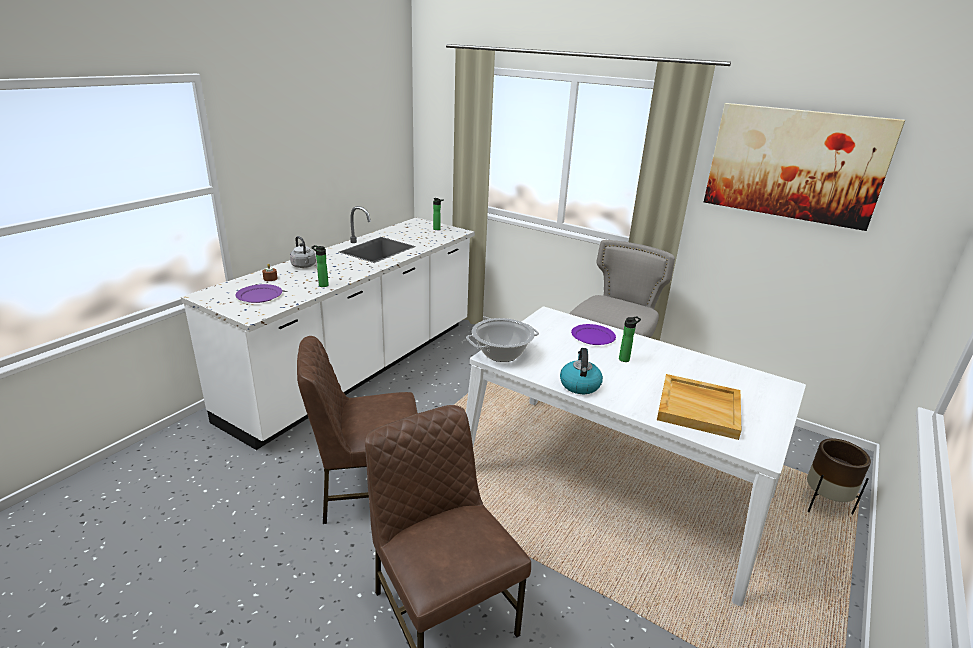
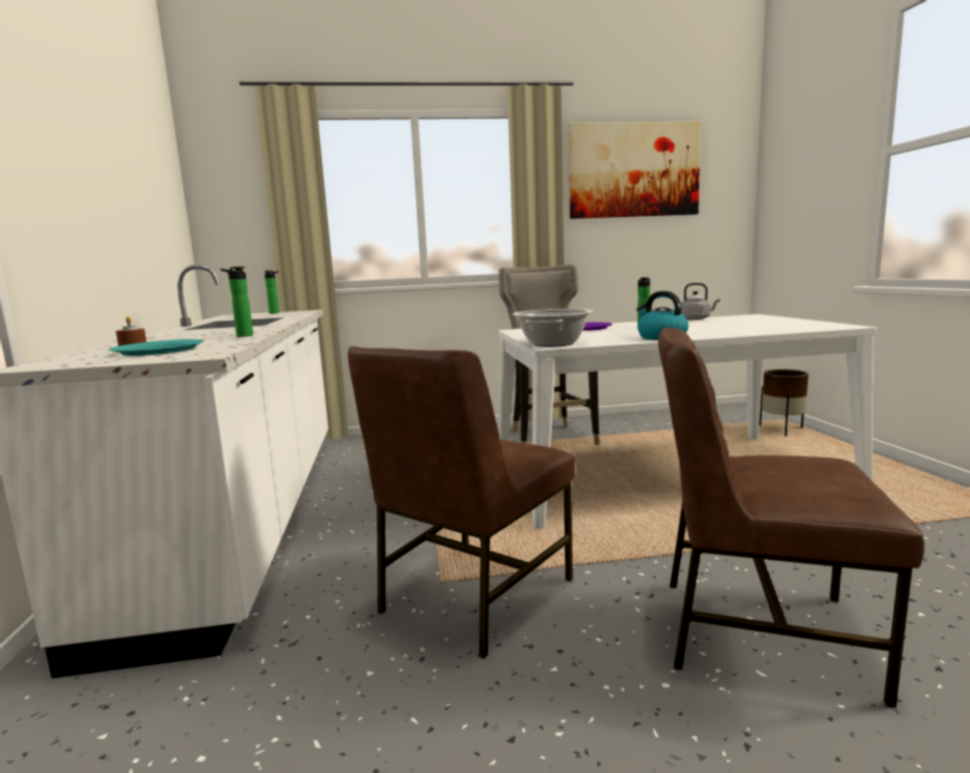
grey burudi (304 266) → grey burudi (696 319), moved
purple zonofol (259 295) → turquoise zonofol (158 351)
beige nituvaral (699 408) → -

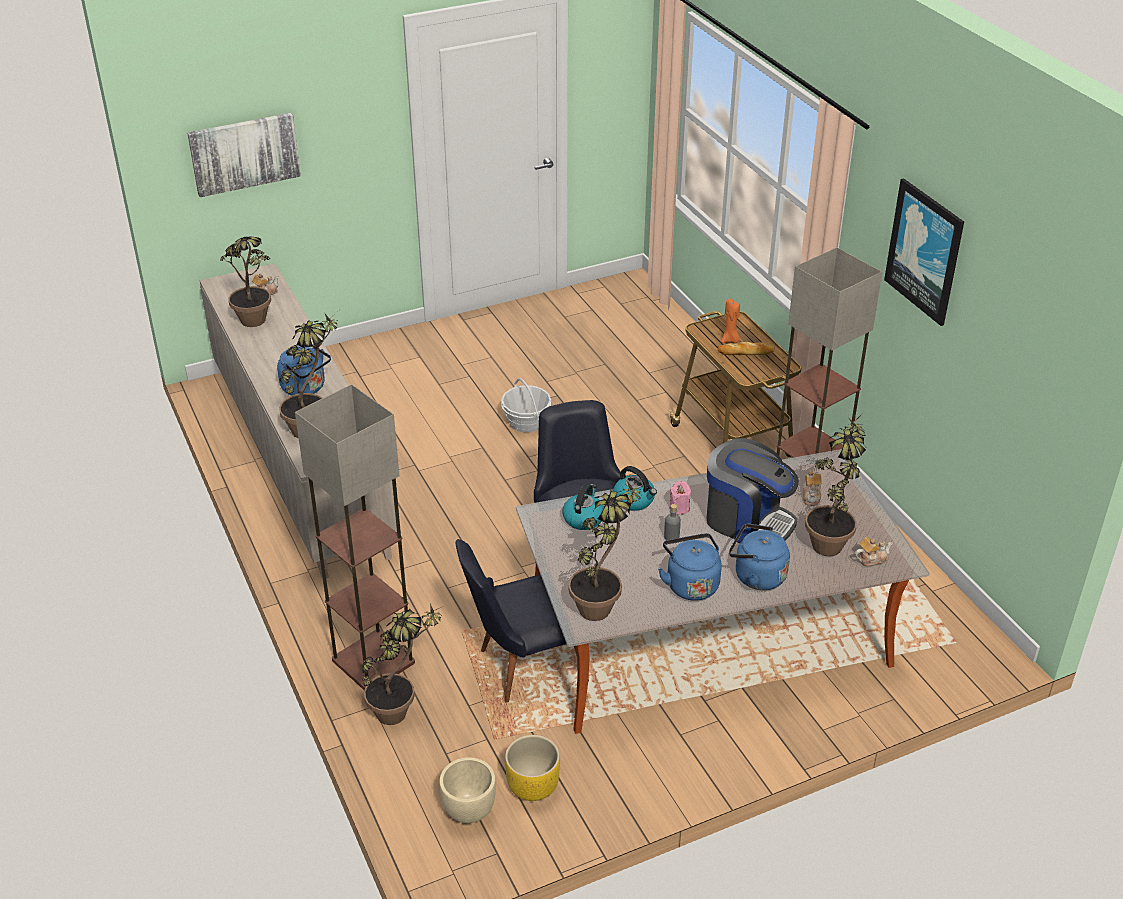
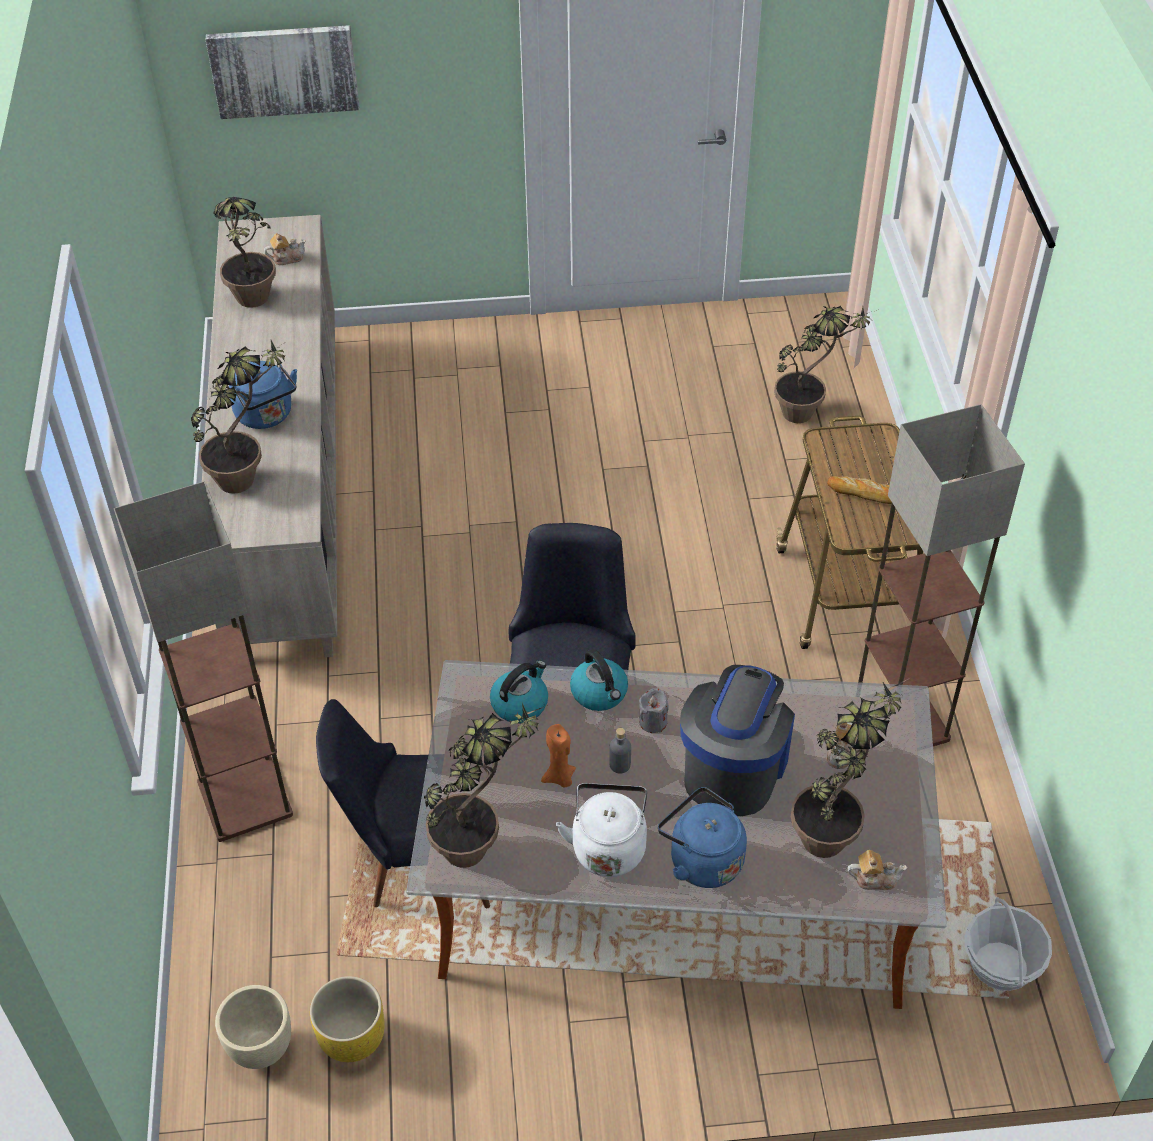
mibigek (925 251) → -
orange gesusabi (730 340) → orange gesusabi (560 778), moved
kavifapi (526 422) → kavifapi (1000 966), moved
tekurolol (747 520) → tekurolol (734 767), 120 degrees counterclockwise
pink gesusabi (679 508) → grey gesusabi (653 722)
blue burudi (690 584) → white burudi (608 846)
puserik (402 709) → puserik (808 411), moved

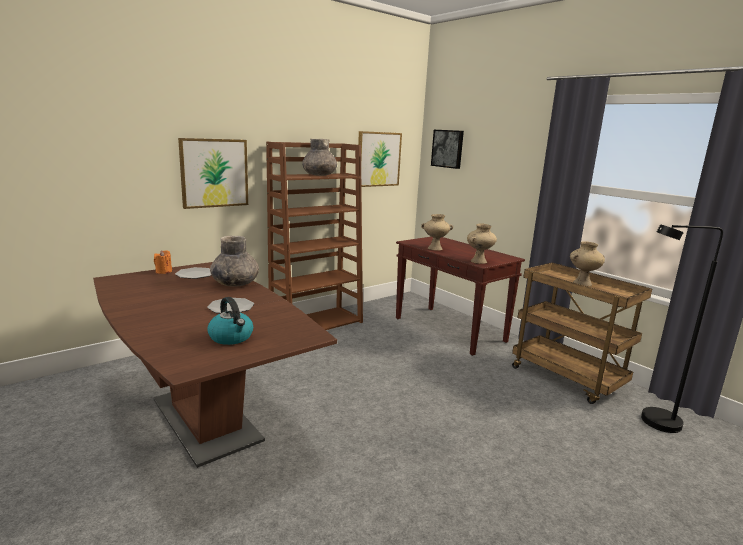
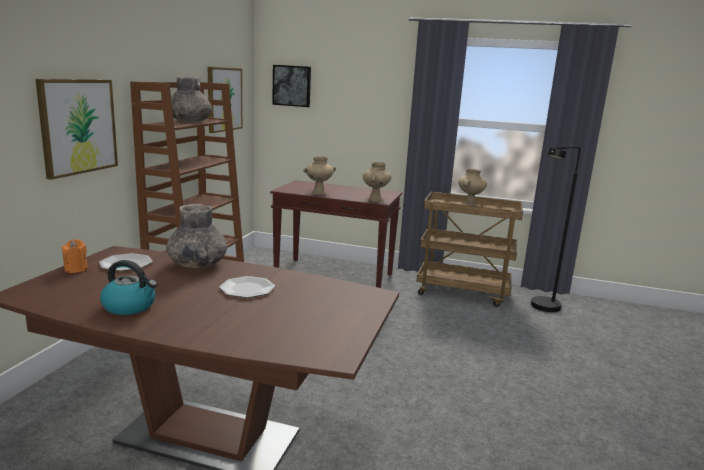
burudi (231 337) → burudi (130 306), moved

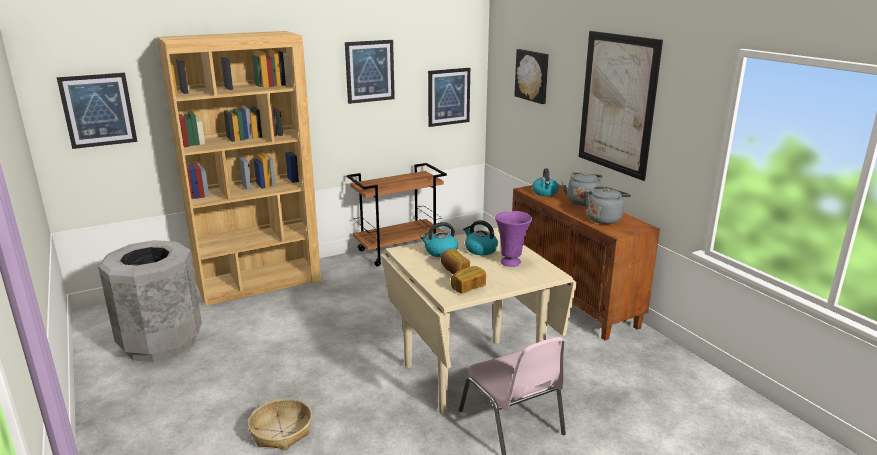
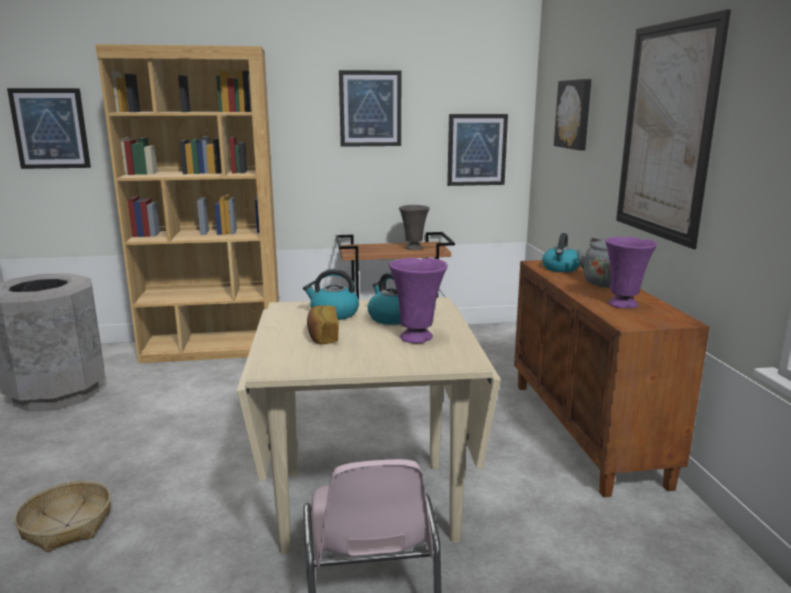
grey burudi (605 219) → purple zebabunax (624 305)
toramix (468 287) → -
- → grey zebabunax (413 248)

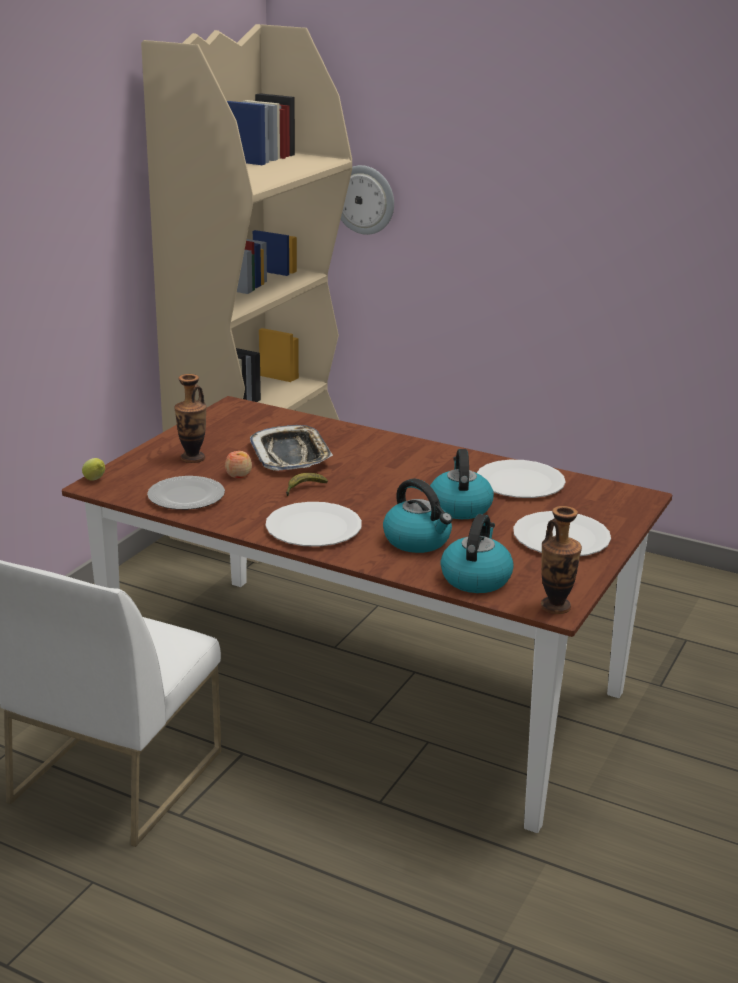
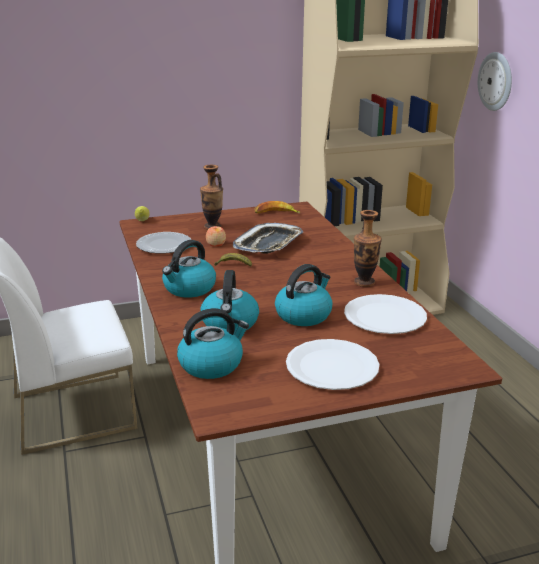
white zonofol (314 527) → burudi (189 289)
zebabunax (555 607) → zebabunax (364 282), moved
- → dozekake (276 213)

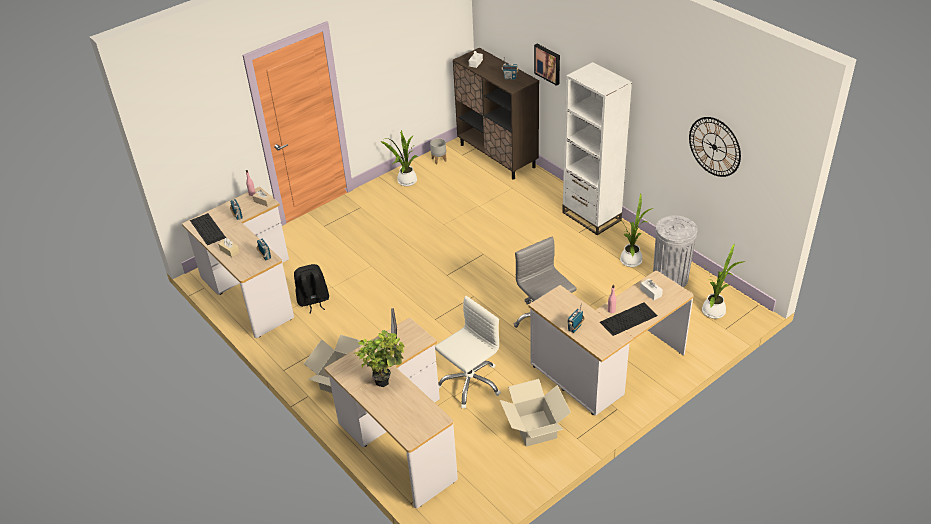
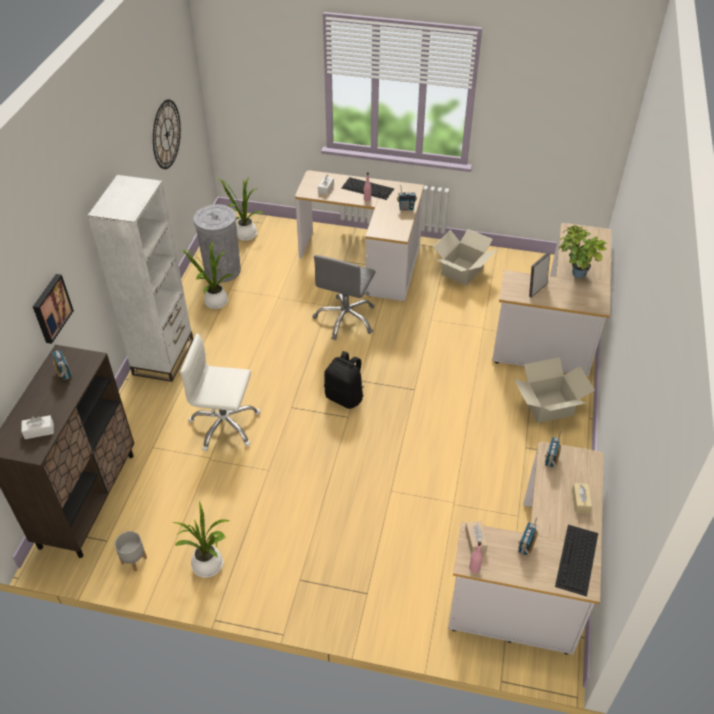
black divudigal (313 301) → black divudigal (345 397), moved
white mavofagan (469 383) → white mavofagan (224 425), moved

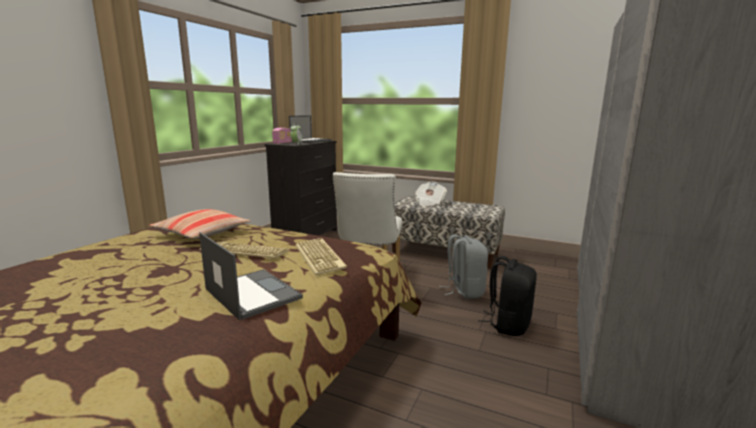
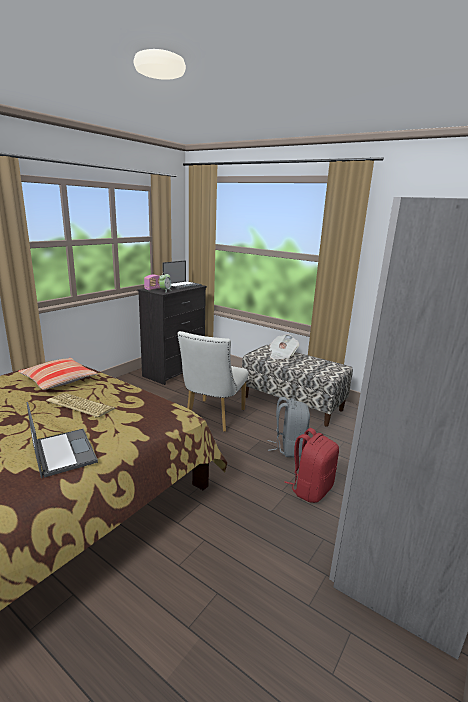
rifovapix (320 257) → -
black divudigal (508 324) → red divudigal (311 489)

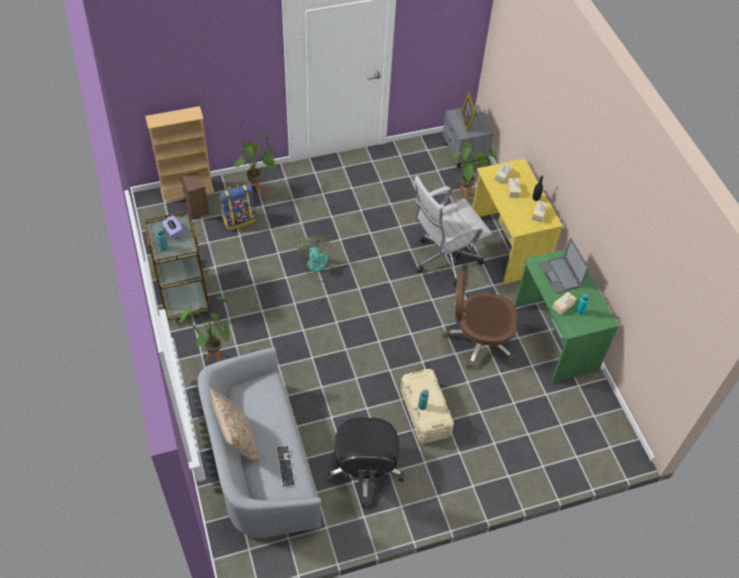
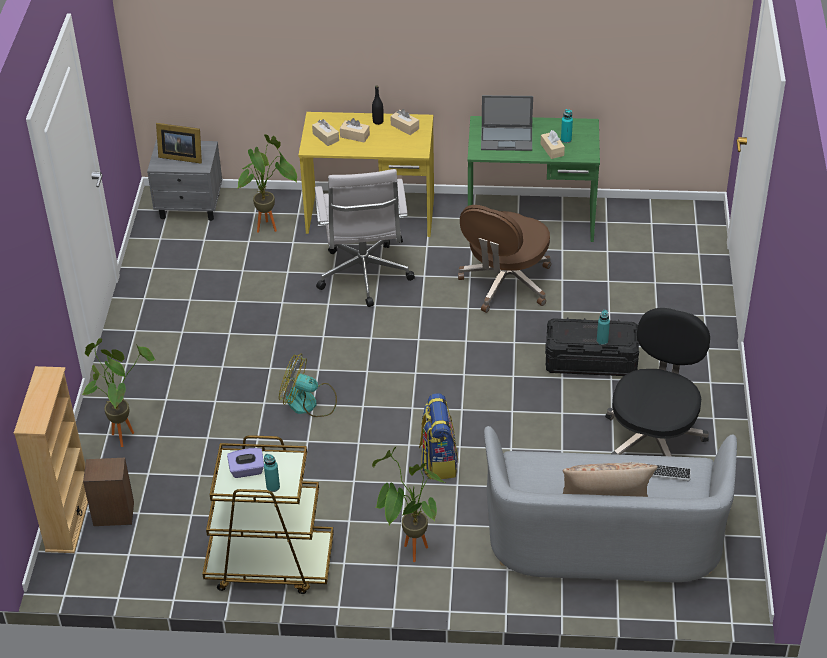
divudigal (239 219) → divudigal (438 461), moved
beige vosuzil (425 412) → black vosuzil (591 361)
black mavofagan (365 471) → black mavofagan (653 438), 90 degrees counterclockwise

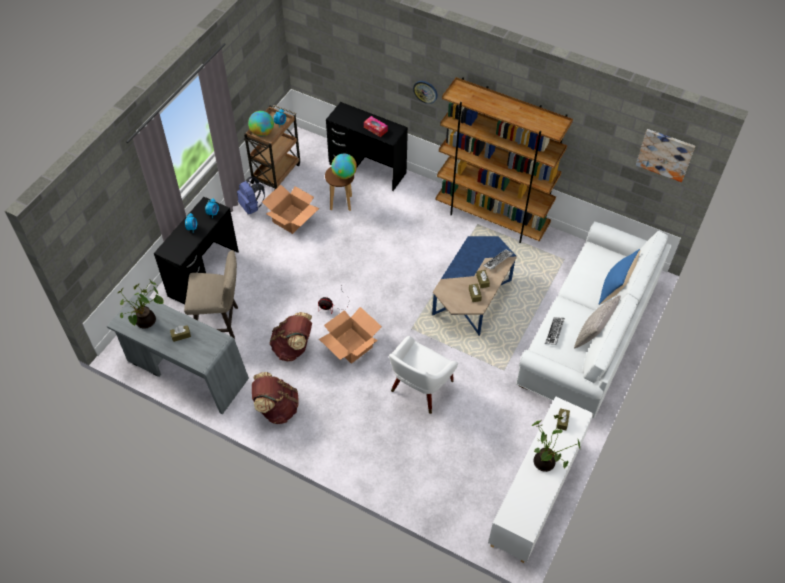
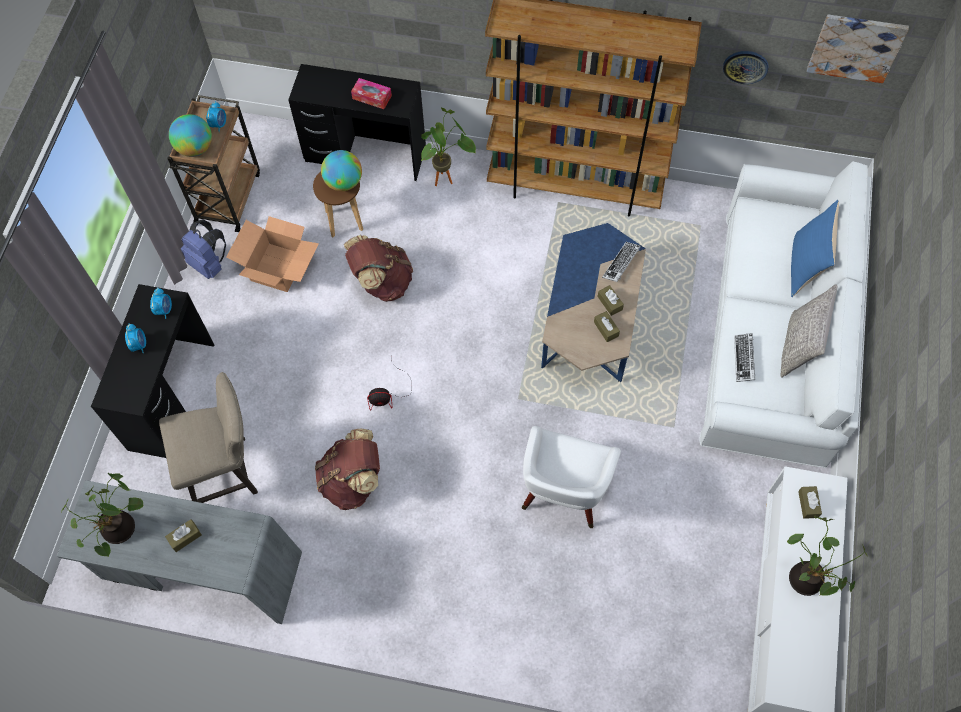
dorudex (425 91) → dorudex (745 66), moved
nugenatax (351 346) → -
brown divudigal (277 408) → brown divudigal (382 282), moved
- → puserik (447 179)

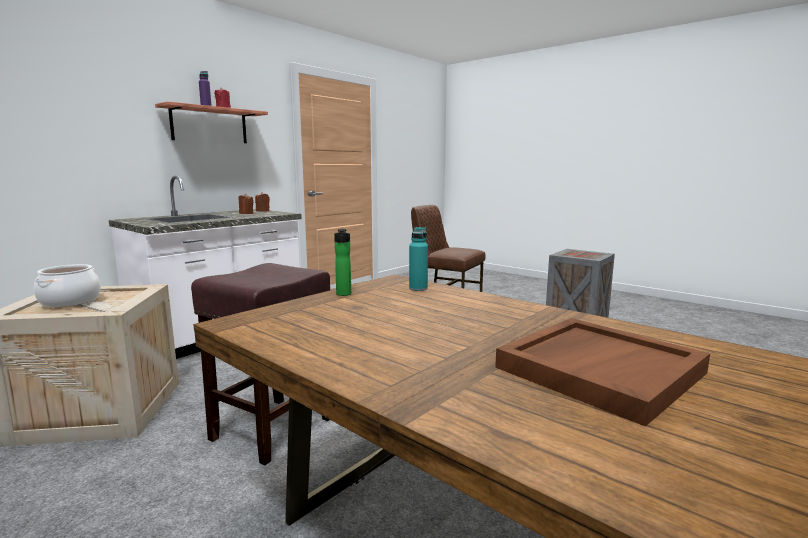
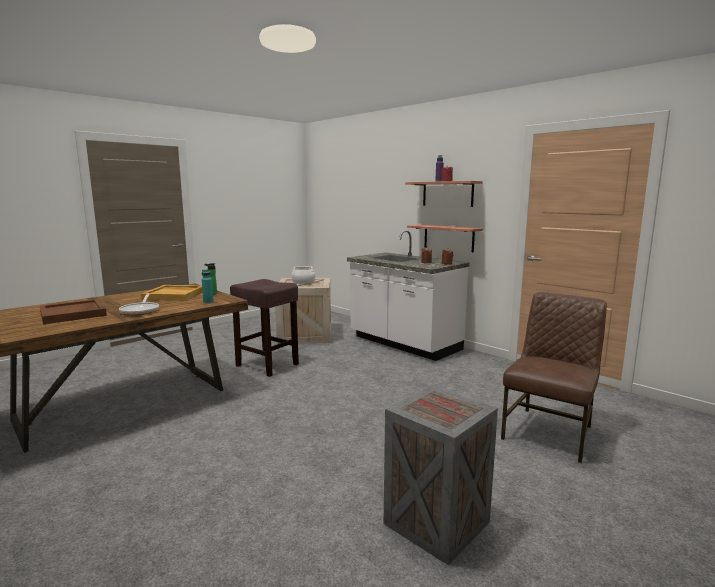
- → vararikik (448 238)
- → beige nituvaral (175 295)
- → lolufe (141 311)

